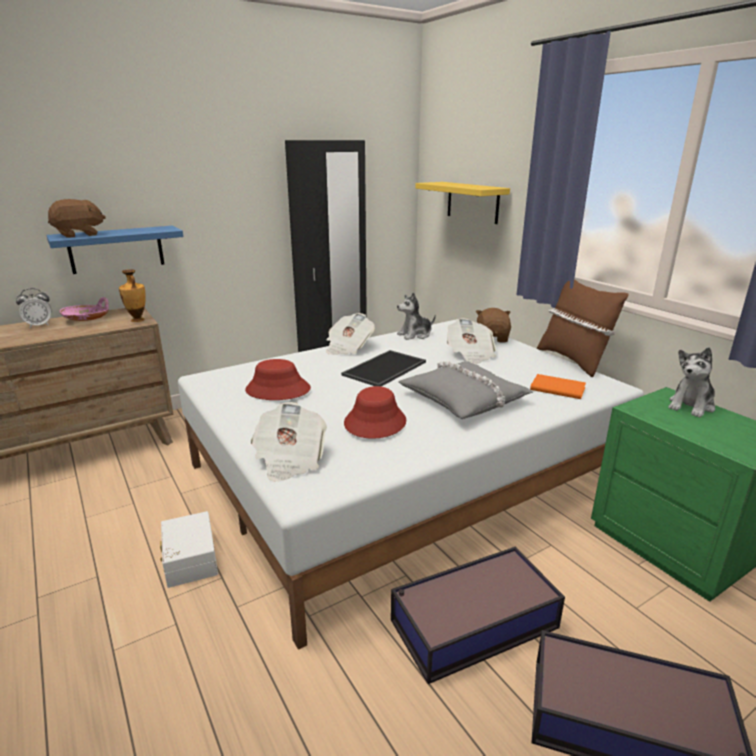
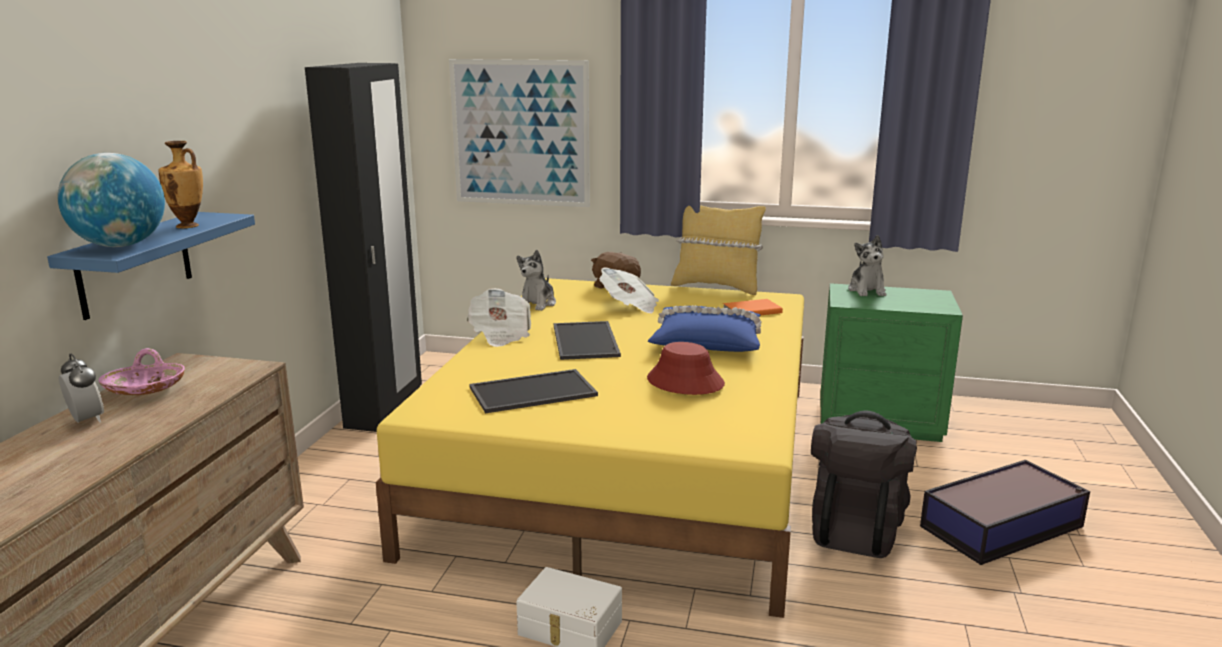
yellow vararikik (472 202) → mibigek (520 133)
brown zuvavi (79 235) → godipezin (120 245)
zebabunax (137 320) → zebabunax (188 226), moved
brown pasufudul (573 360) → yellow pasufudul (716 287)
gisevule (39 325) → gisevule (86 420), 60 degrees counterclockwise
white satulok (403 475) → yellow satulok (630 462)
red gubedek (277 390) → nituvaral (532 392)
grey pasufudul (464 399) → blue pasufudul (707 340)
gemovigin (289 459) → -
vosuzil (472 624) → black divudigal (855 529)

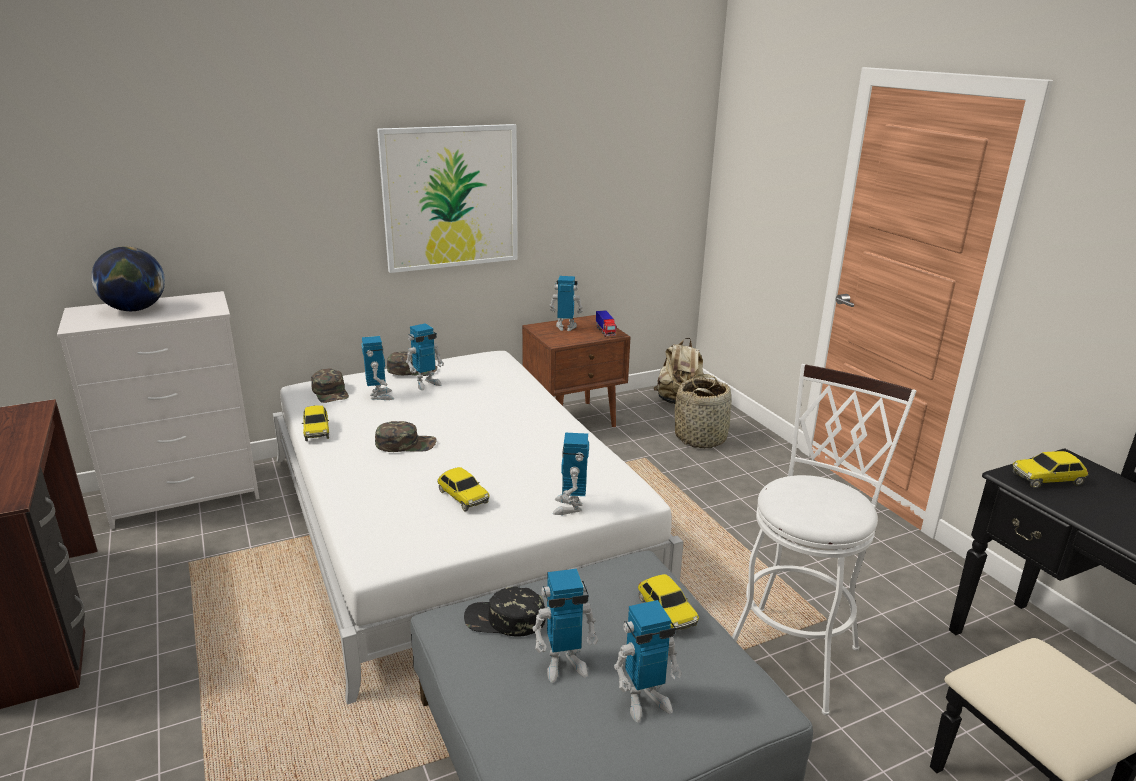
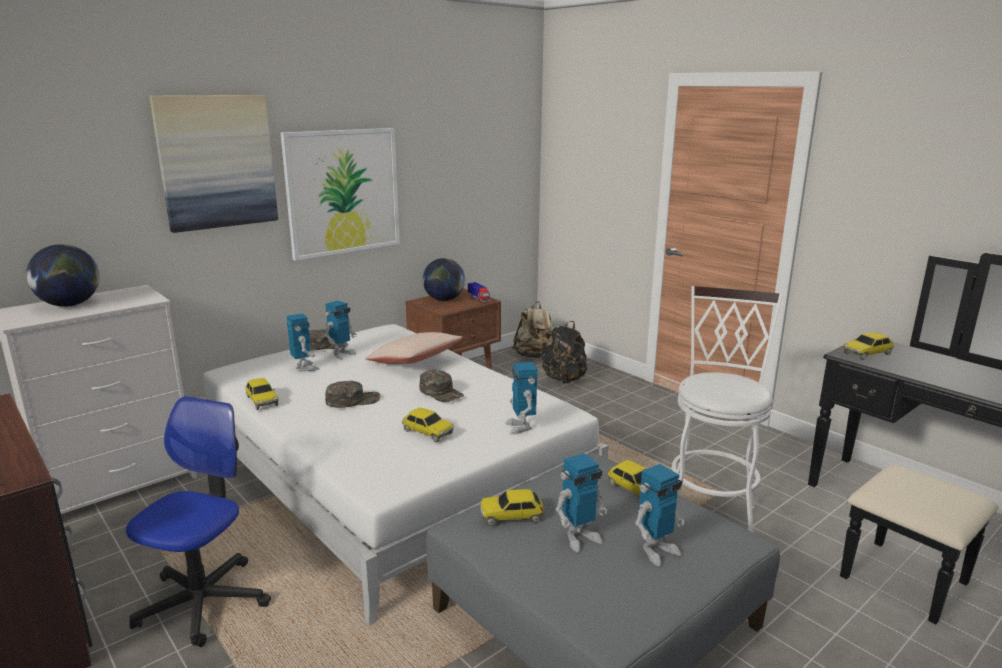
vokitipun (565 328) → godipezin (444 300)
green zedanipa (331 392) → green zedanipa (441 392), moved
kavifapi (701 437) → black divudigal (564 380)
black zedanipa (504 619) → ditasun (512 516)
- → mibigek (217 162)
- → beige pasufudul (414 361)
- → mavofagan (203 602)

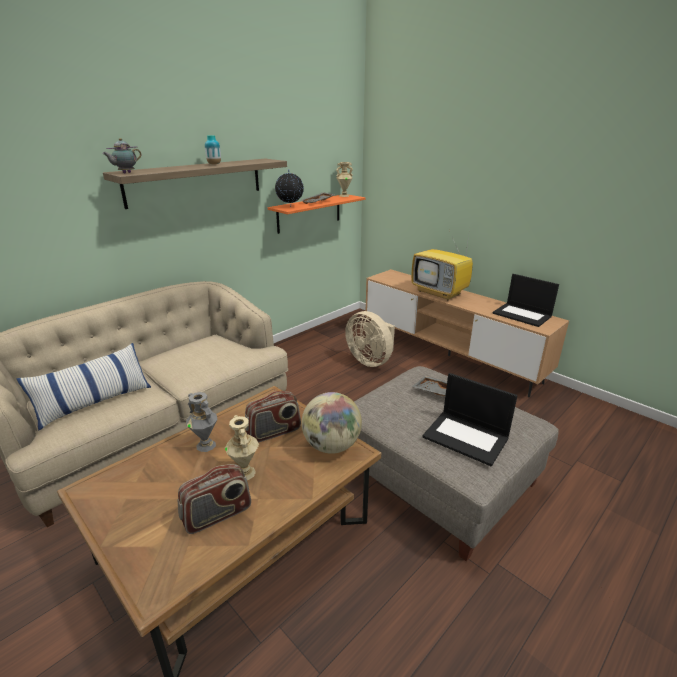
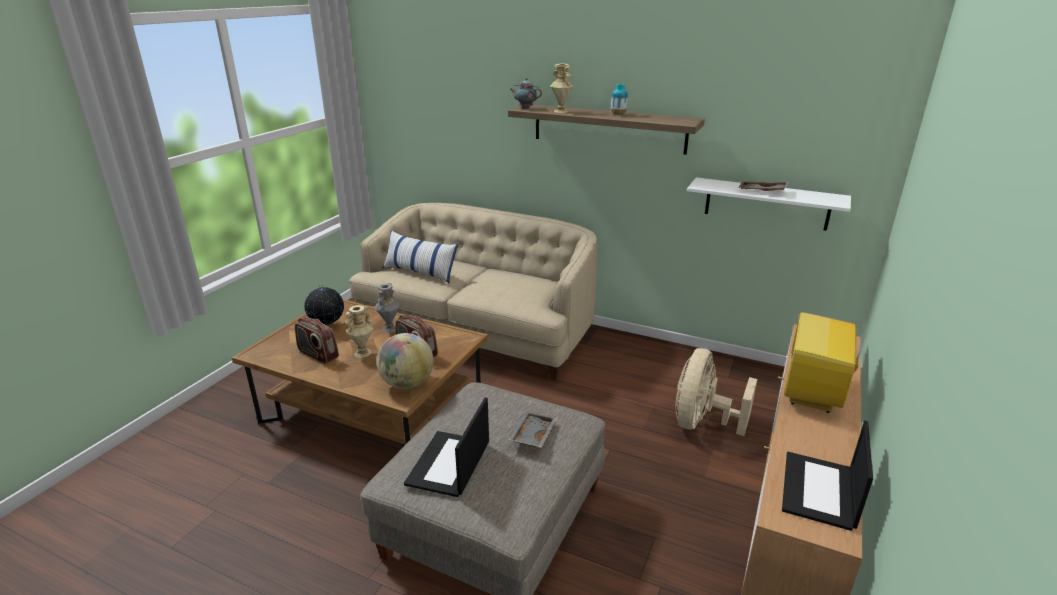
beige zebabunax (344 195) → beige zebabunax (561 111), moved
godipezin (290 206) → godipezin (327 327), moved
orange vararikik (309 213) → white vararikik (766 203)

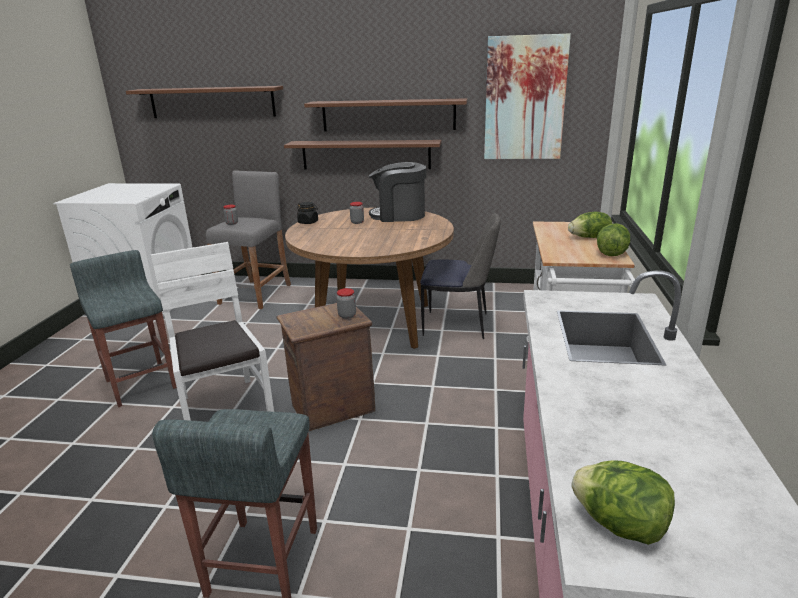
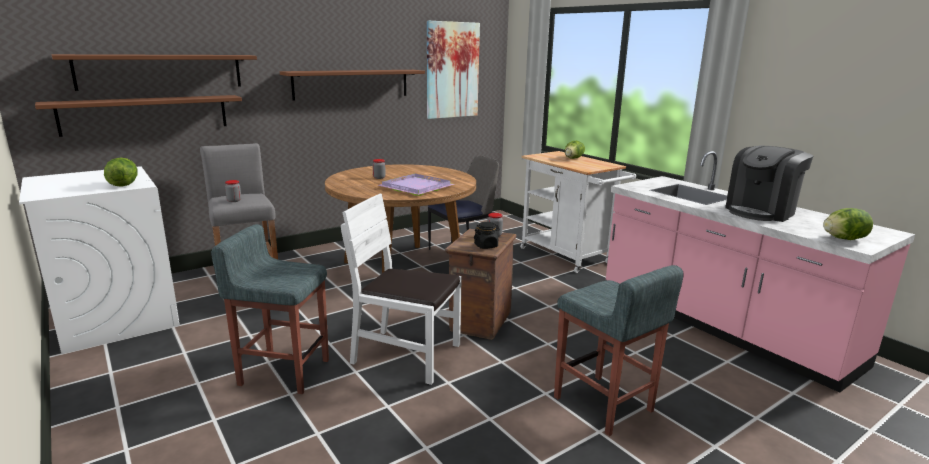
vararikik (366 154) → vararikik (146 114), moved
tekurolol (399 215) → tekurolol (761 211), moved
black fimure (308 222) → black fimure (486 246), moved
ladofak (611 253) → ladofak (123 185), moved
- → purple nituvaral (416 187)

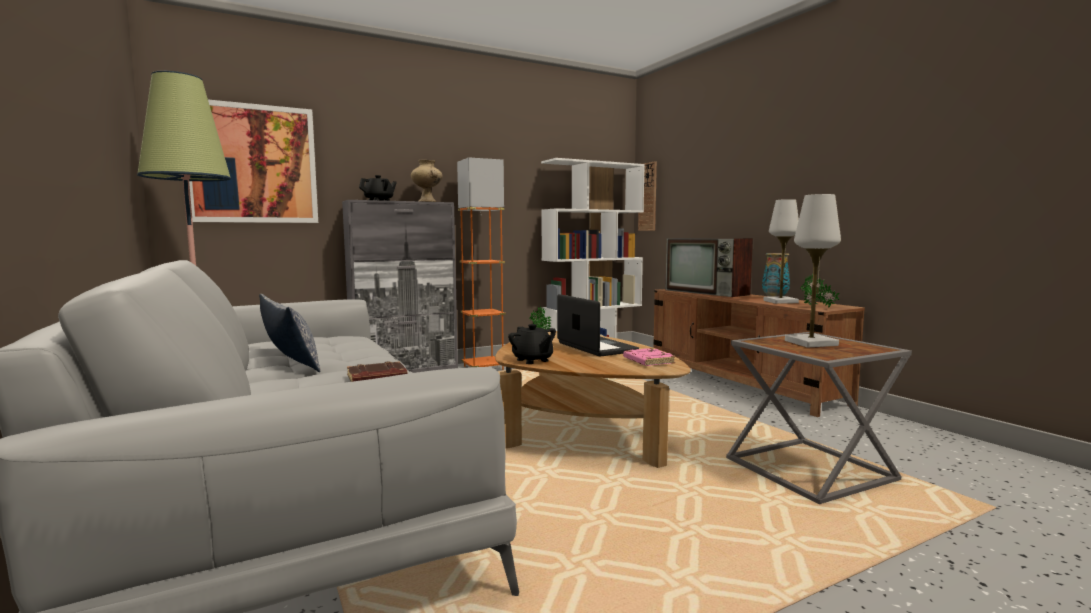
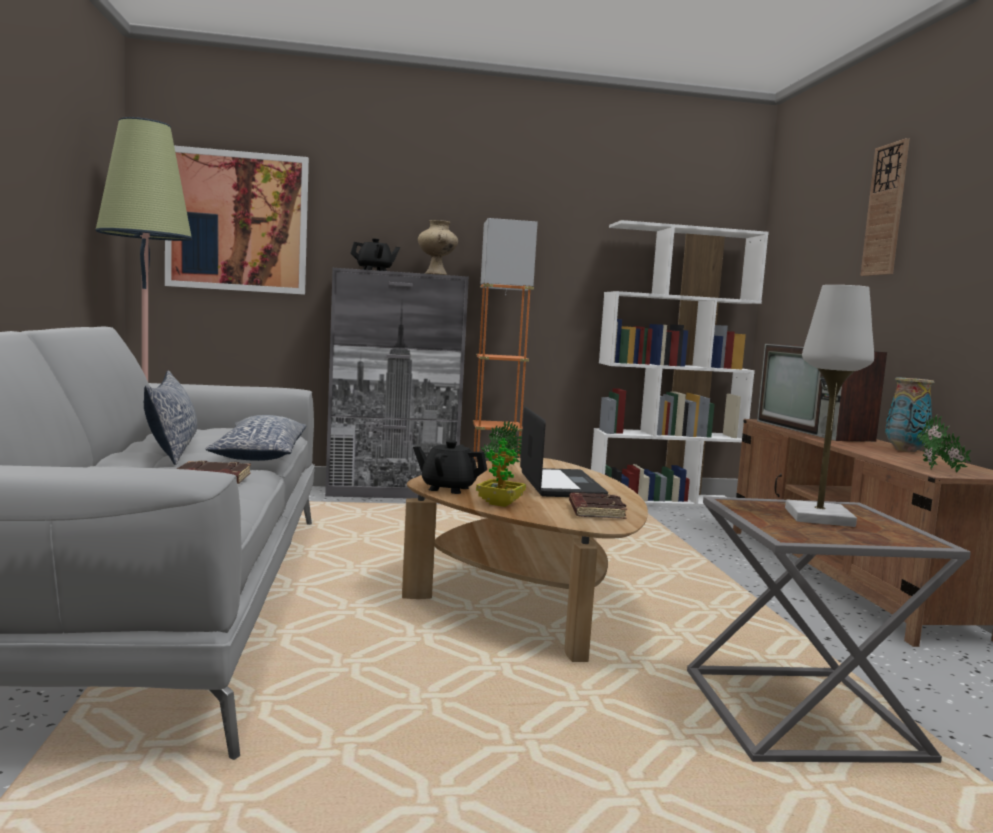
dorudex (647 197) → dorudex (885 210), moved
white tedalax (780 302) → -
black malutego (532 360) → black malutego (448 488), 120 degrees clockwise
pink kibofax (647 361) → brown kibofax (595 511)
- → pasufudul (260 455)
- → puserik (500 504)

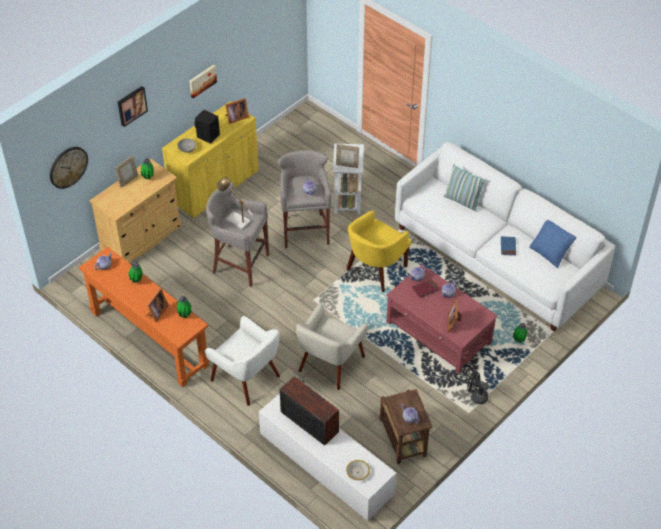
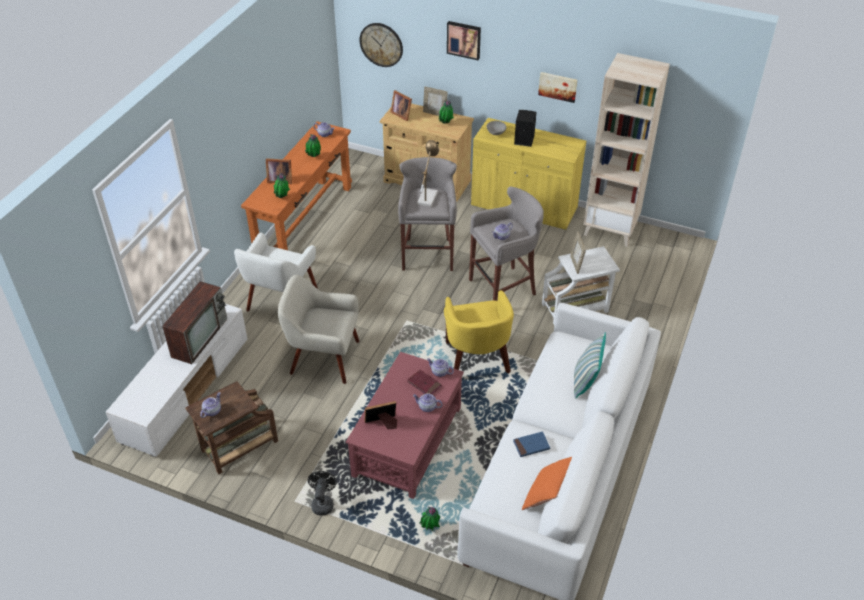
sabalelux (236 117) → sabalelux (402 114), moved
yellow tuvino (375 270) → yellow tuvino (476 360), 120 degrees counterclockwise
blue pasufudul (550 252) → orange pasufudul (547 495)
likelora (358 472) → -
- → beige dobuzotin (611 229)

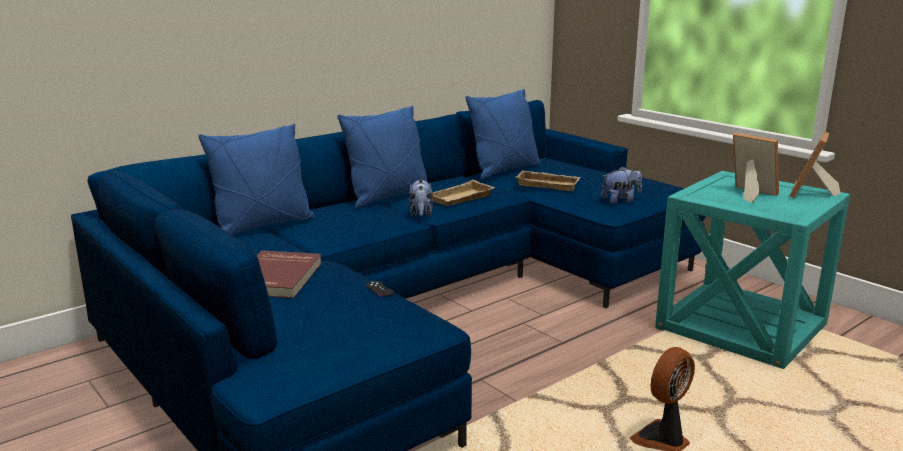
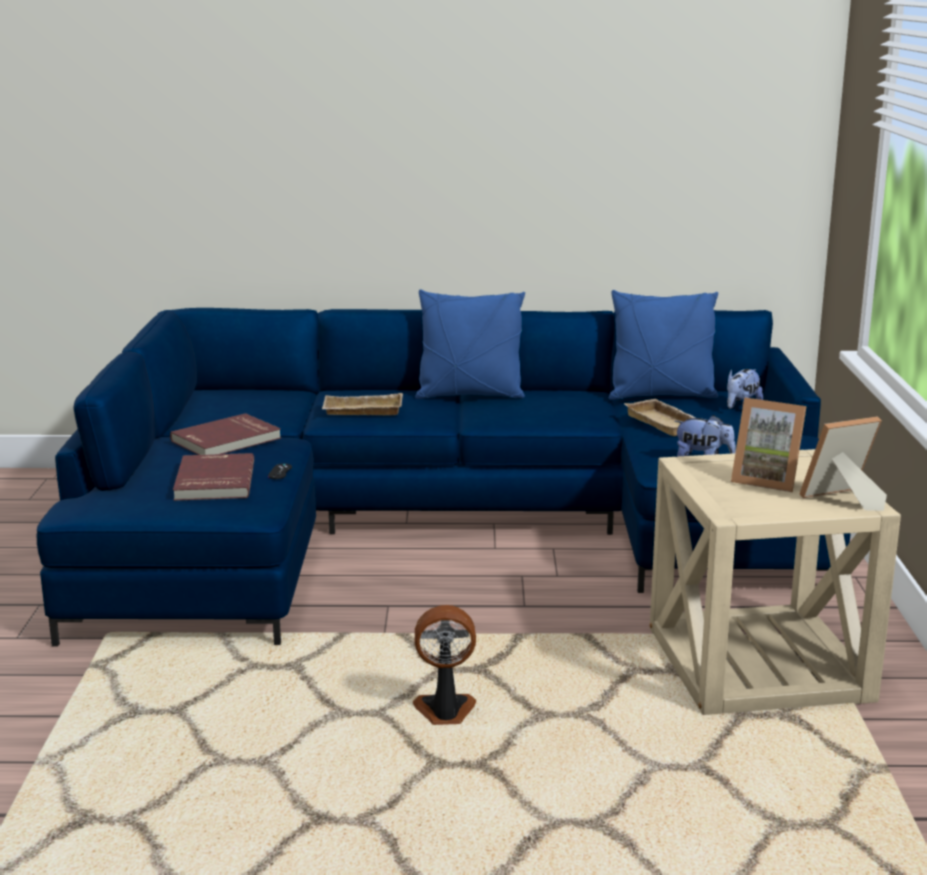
blue pasufudul (263 226) → -
sabalelux (749 194) → sabalelux (767 480), 120 degrees clockwise
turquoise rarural (741 326) → beige rarural (757 664)
zuvavi (421 214) → zuvavi (741 408), moved
beige nituvaral (461 199) → beige nituvaral (361 411), moved
- → red kibofax (213 481)

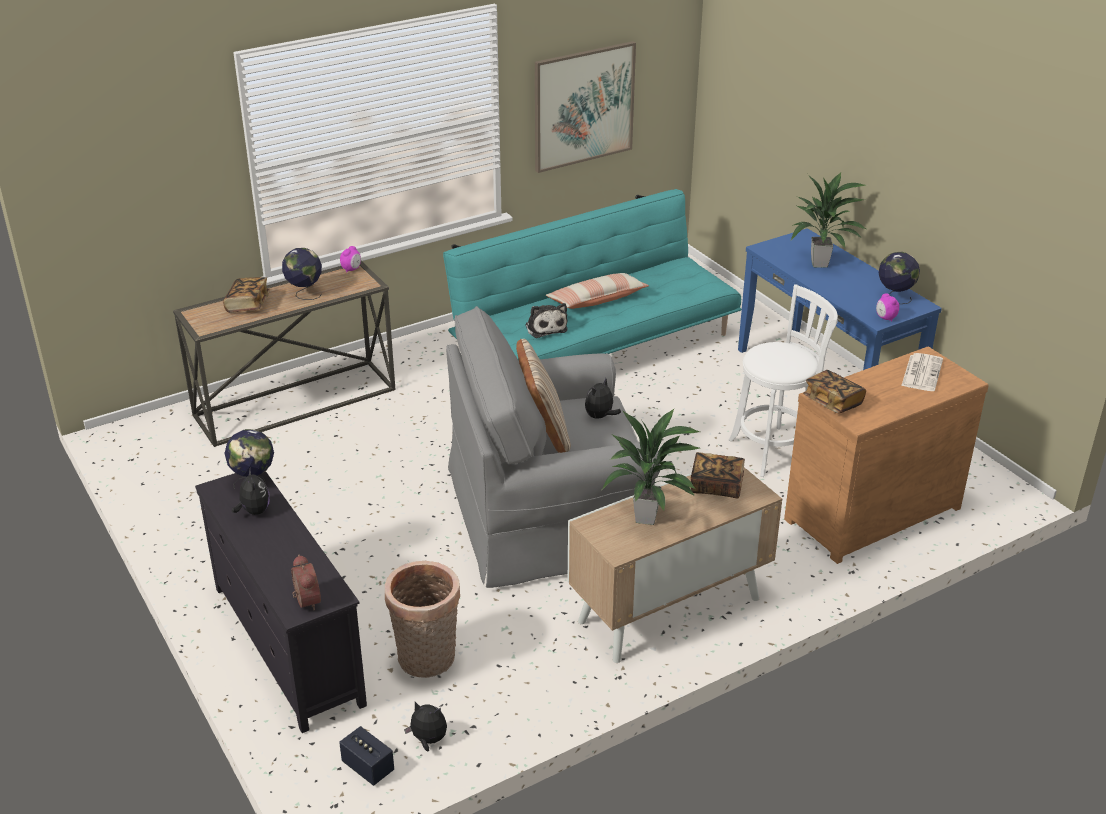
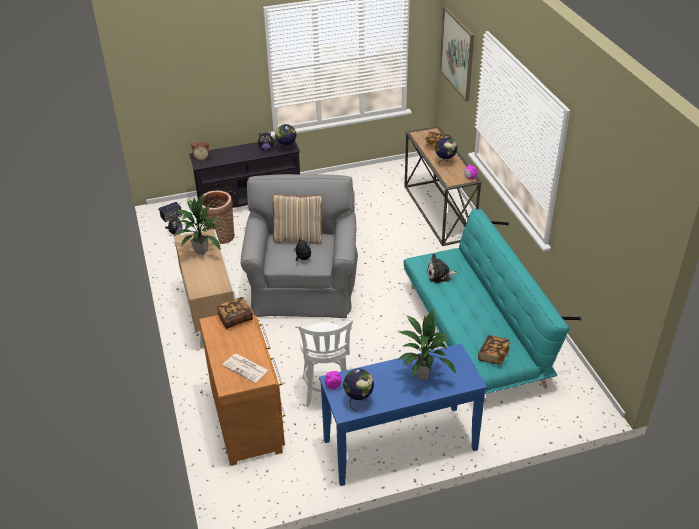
mibigek (583 106) → mibigek (457 53), moved
pasufudul (597 300) → -
kibofax (716 486) → kibofax (493 355), moved

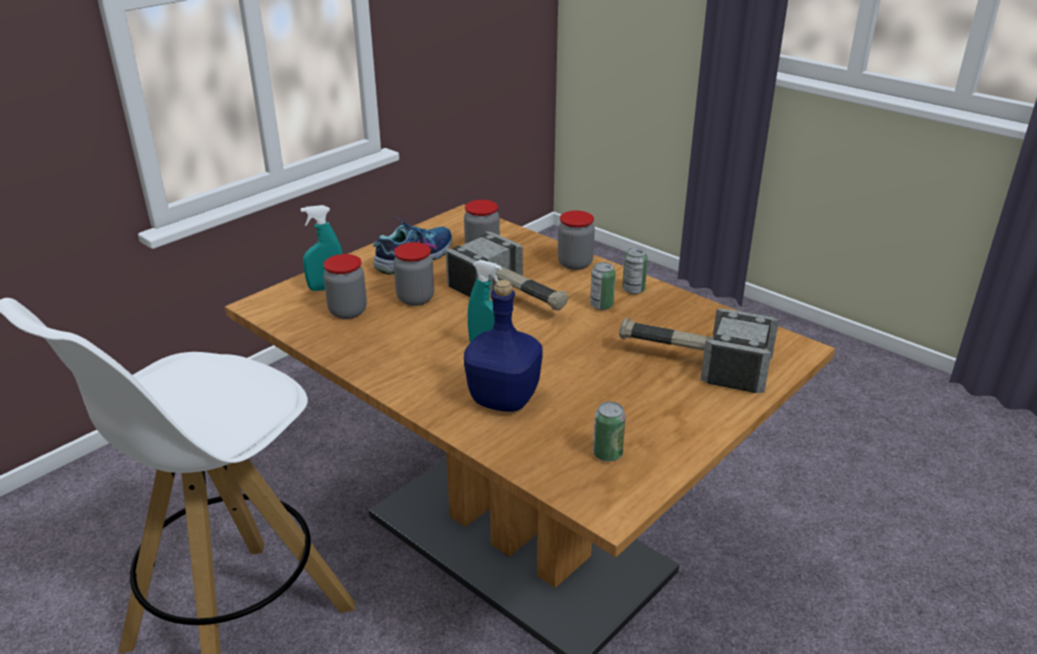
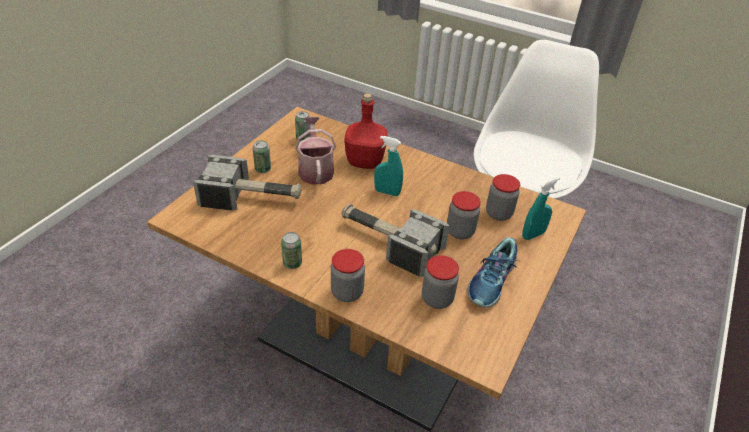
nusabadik (601 305) → nusabadik (263 169), moved
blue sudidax (503 399) → red sudidax (365 161)
- → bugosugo (315 169)

